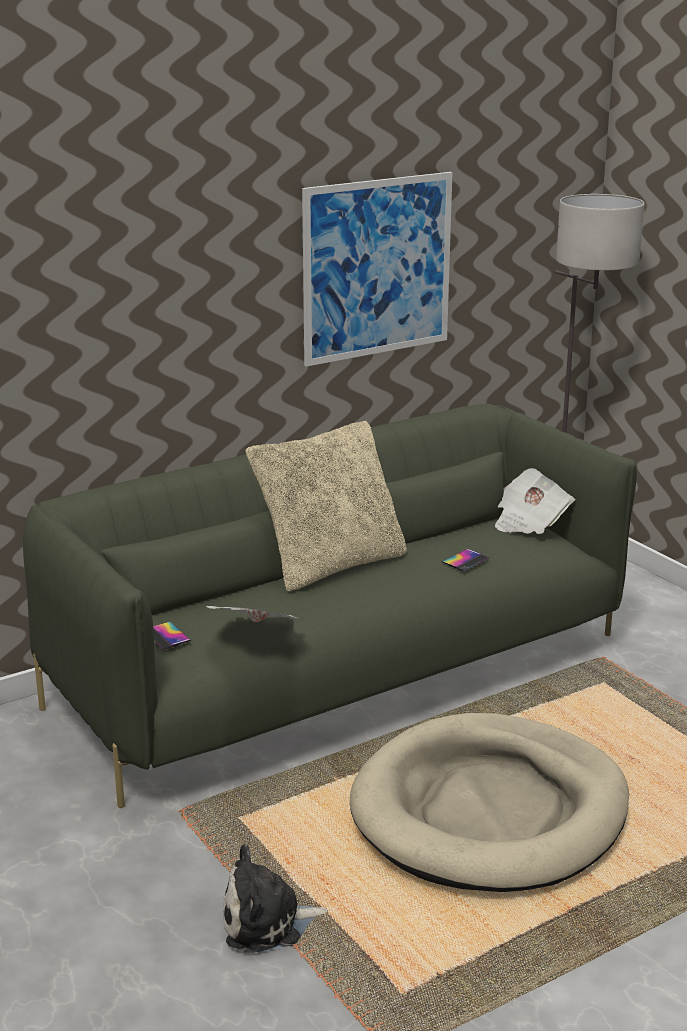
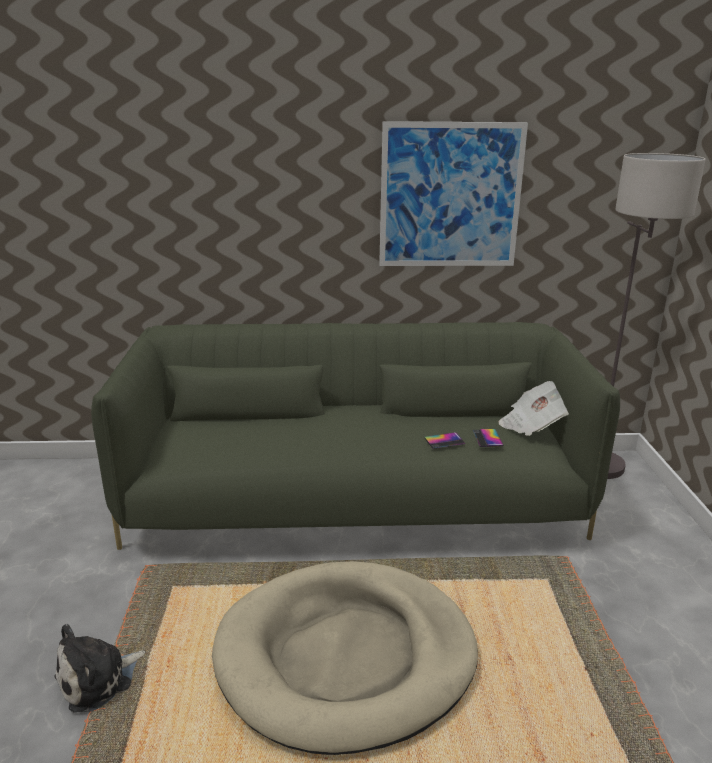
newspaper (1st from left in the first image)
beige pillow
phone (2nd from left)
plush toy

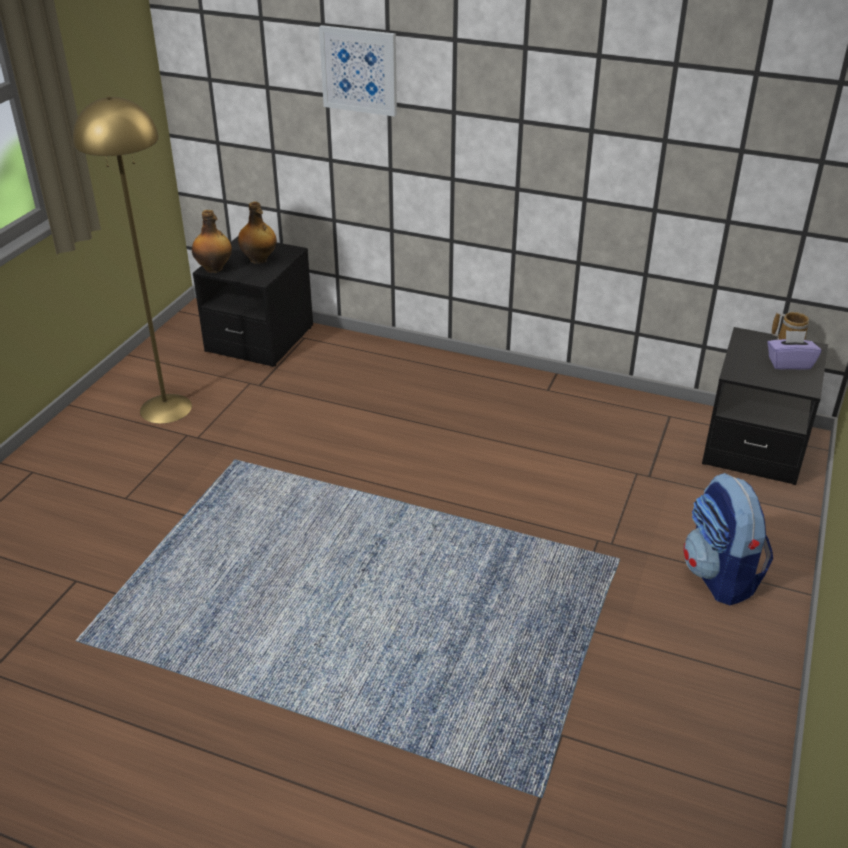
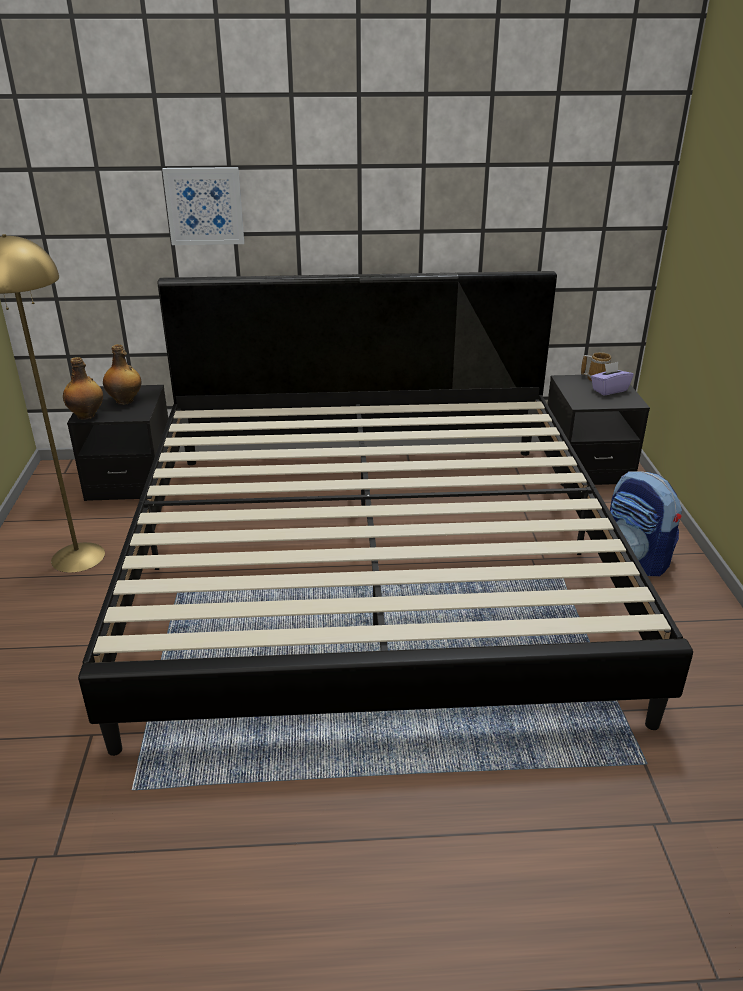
bed

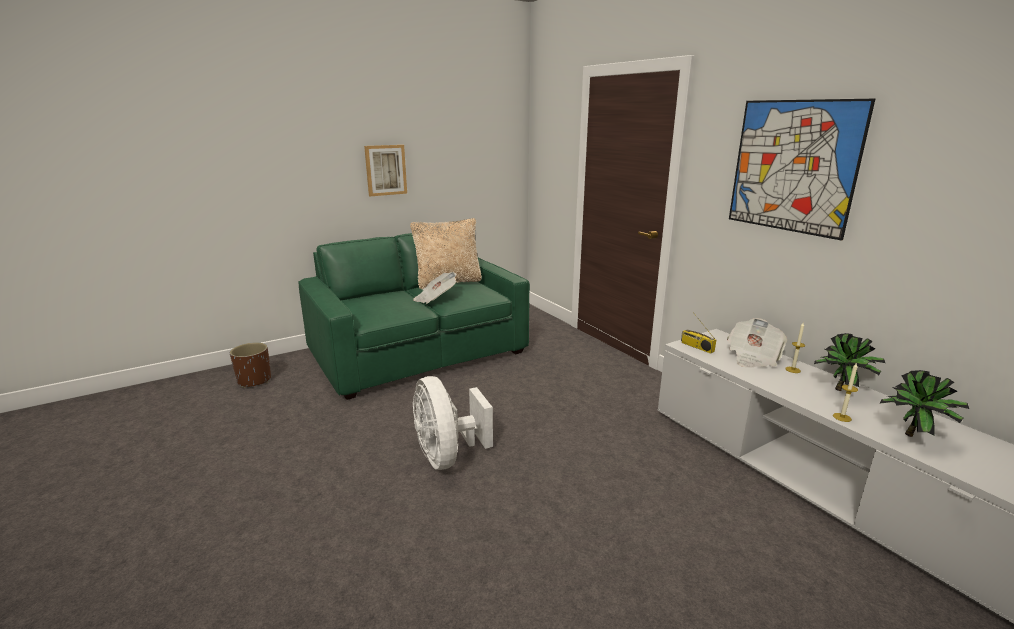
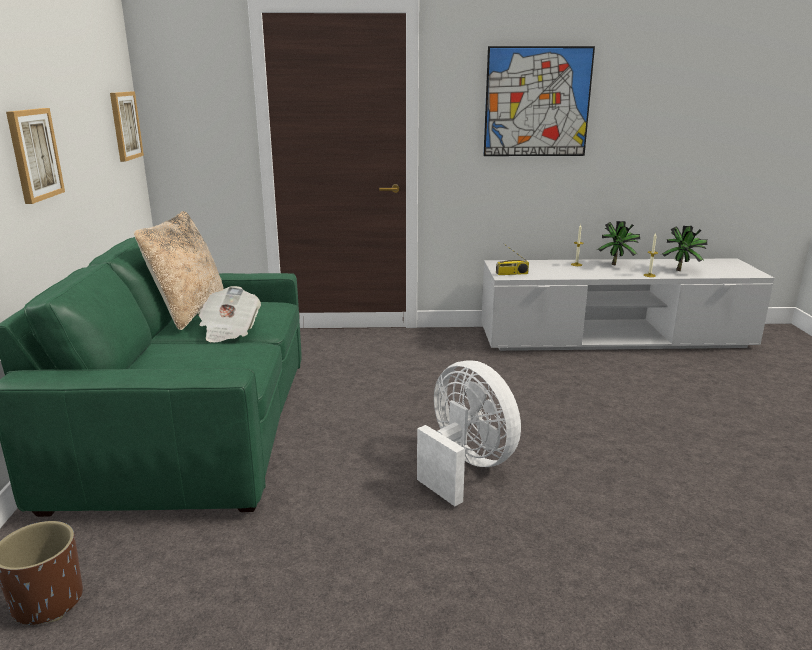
newspaper (2nd from left in the first image)
picture (2nd from left)
white fan

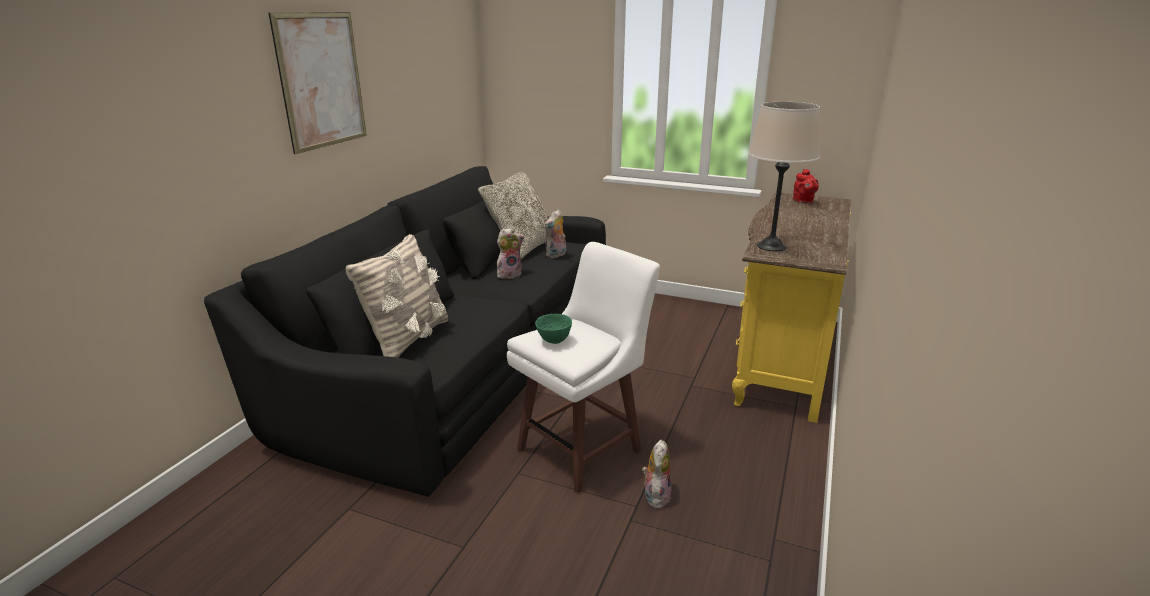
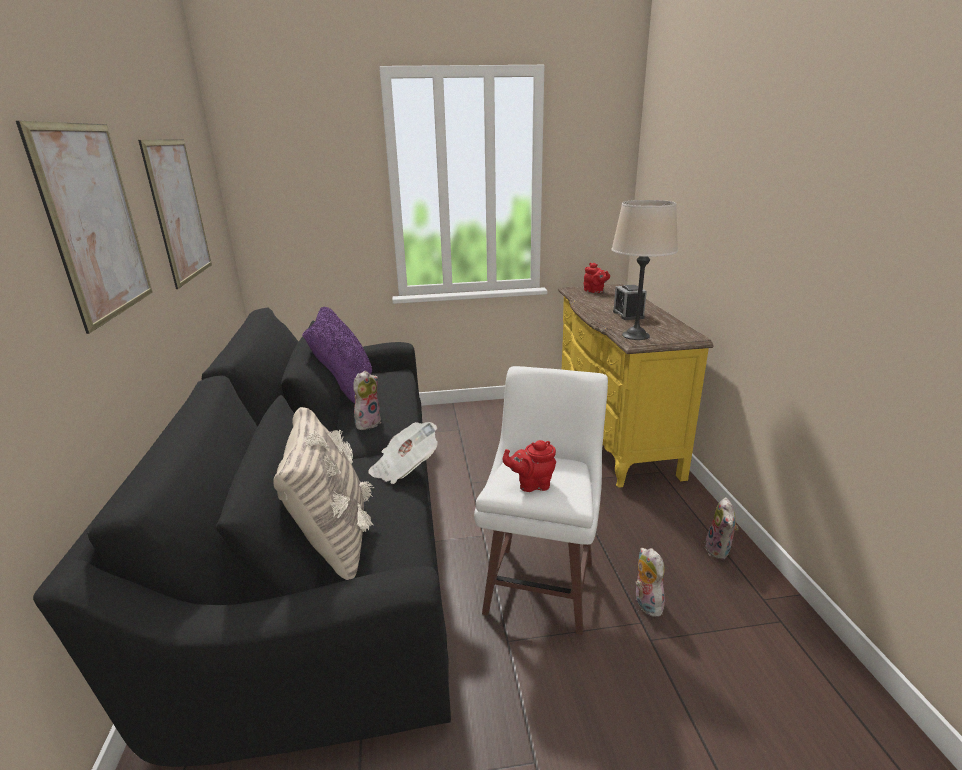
picture (2nd from left)
newspaper
alarm clock
plush toy (3rd from left)
red teapot (1st from left)
purple pillow

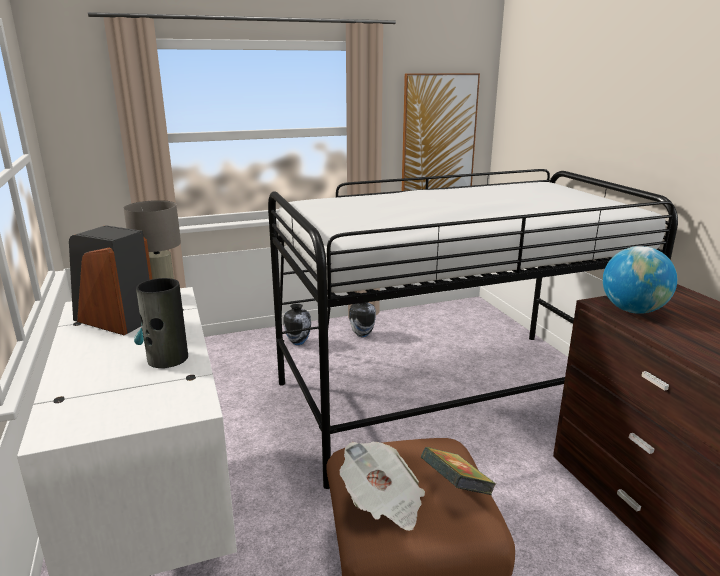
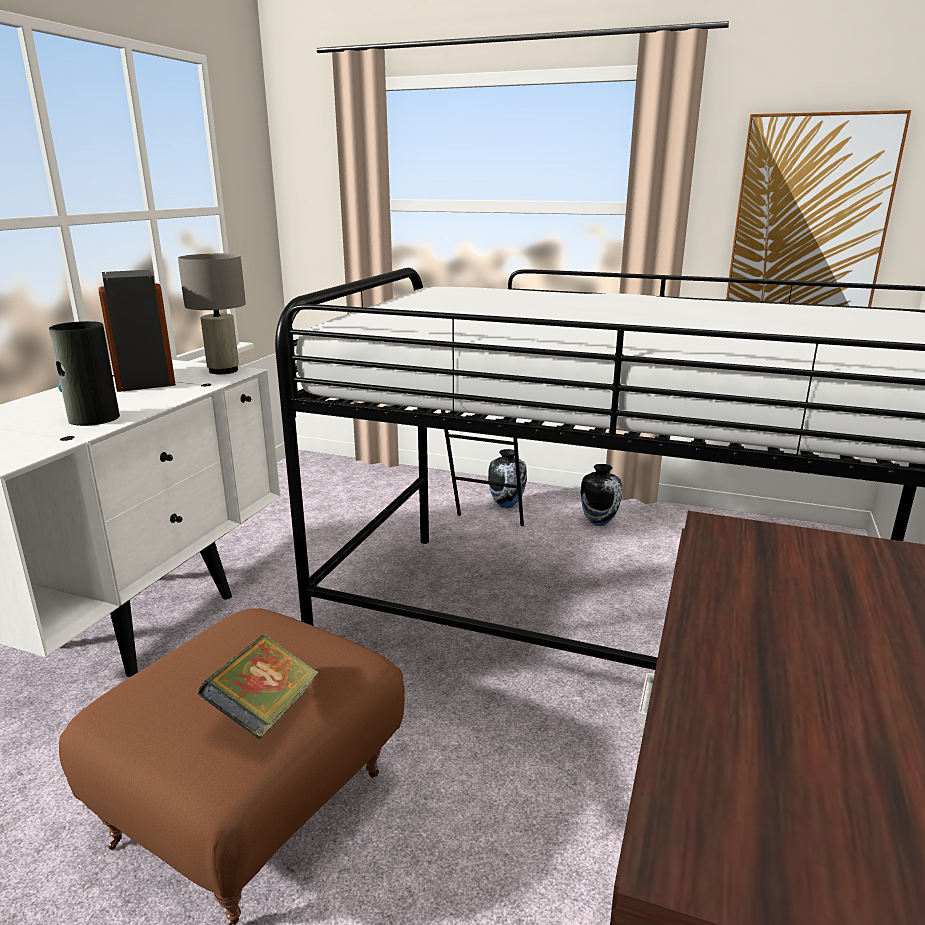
newspaper
globe

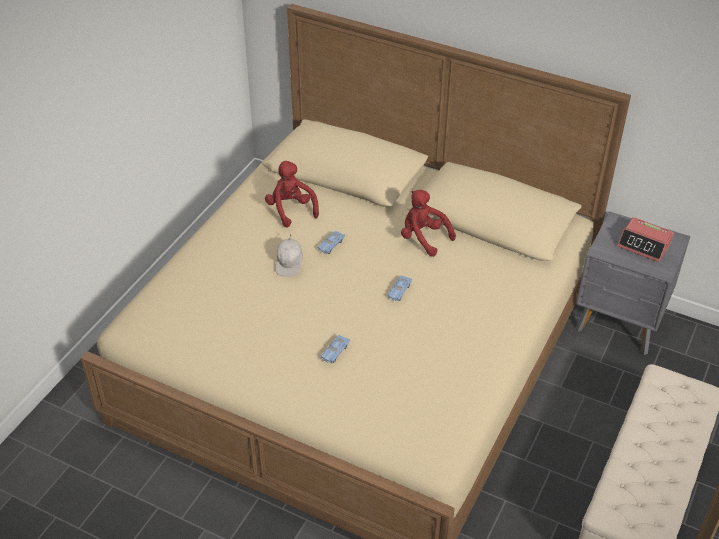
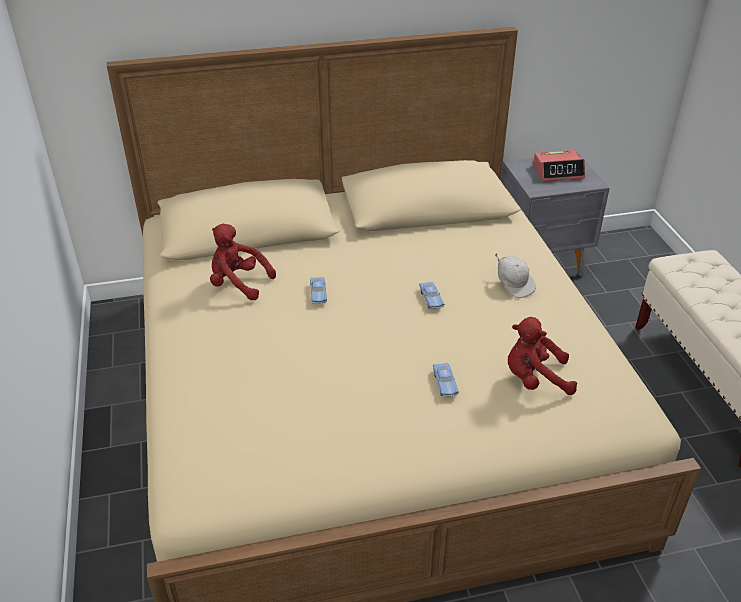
white cap
red plush toy (2nd from left)

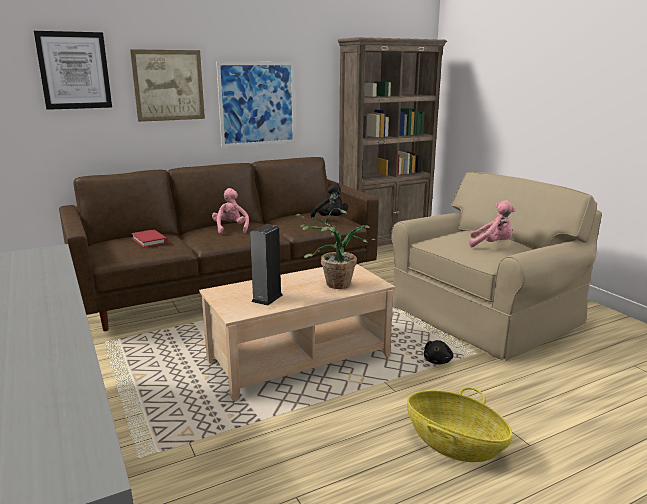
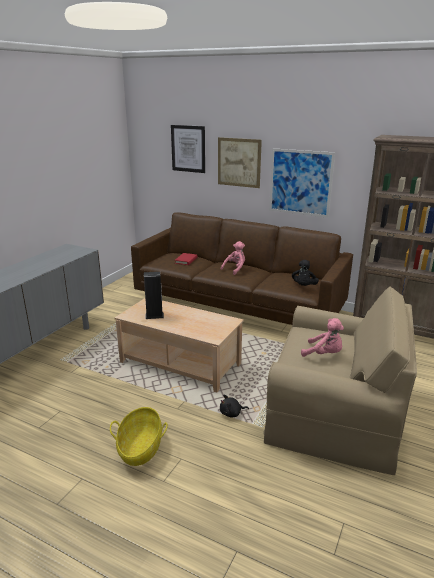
potted plant
pink plush toy (2nd from left)

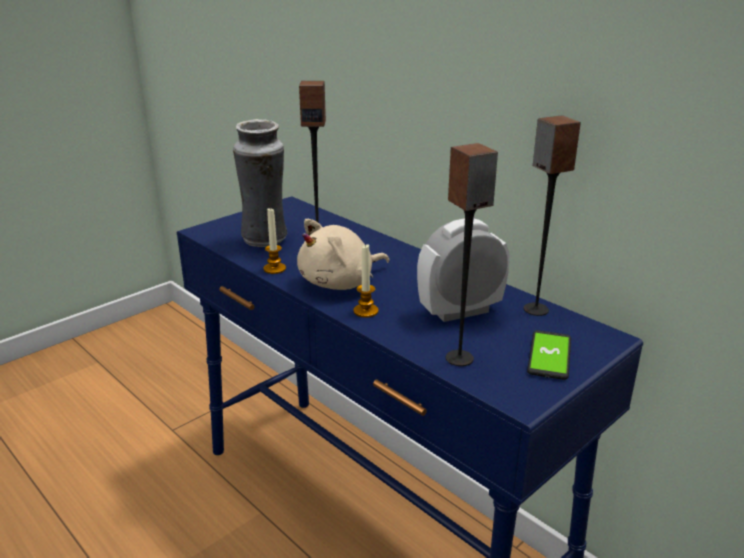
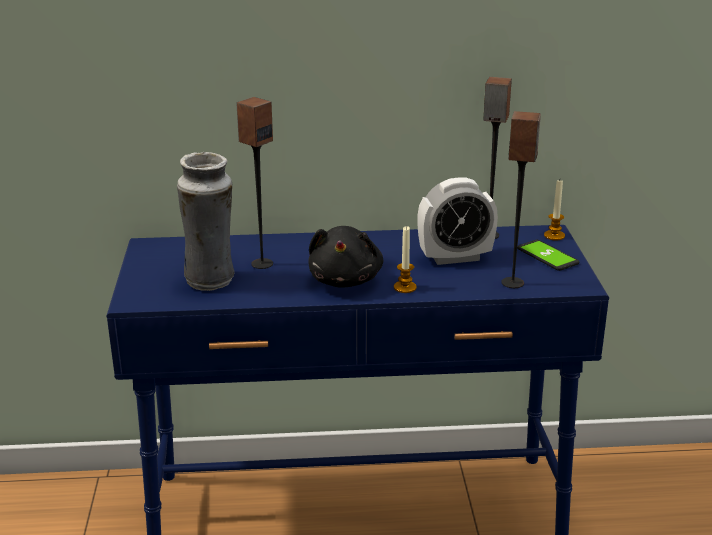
candle (2nd from left)
black plush toy
alarm clock

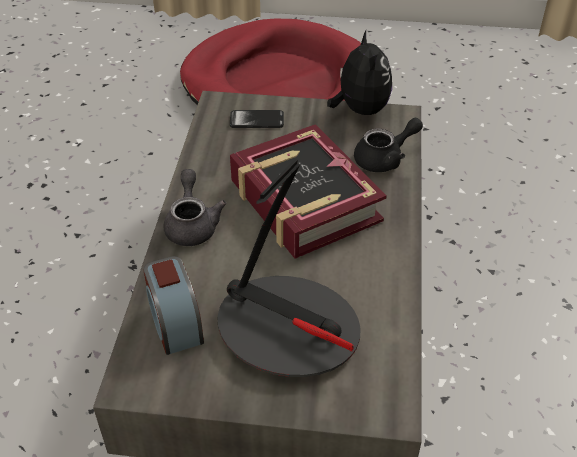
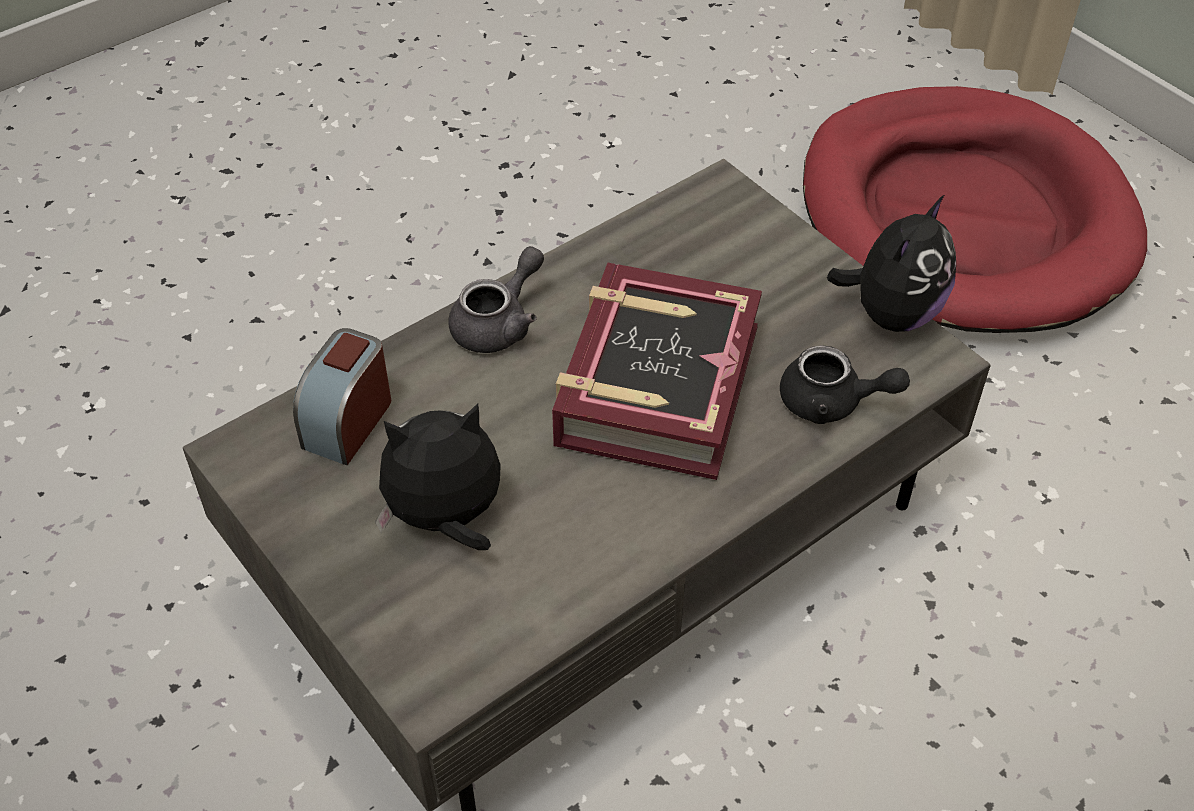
phone
plush toy (1st from left)

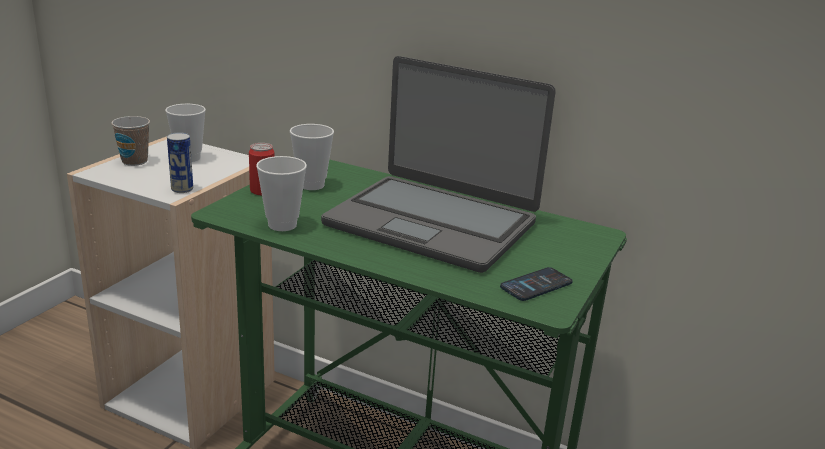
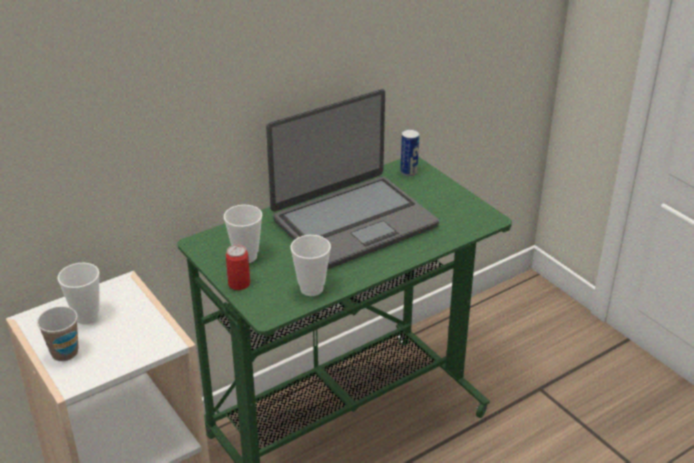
phone
can (2nd from left)

